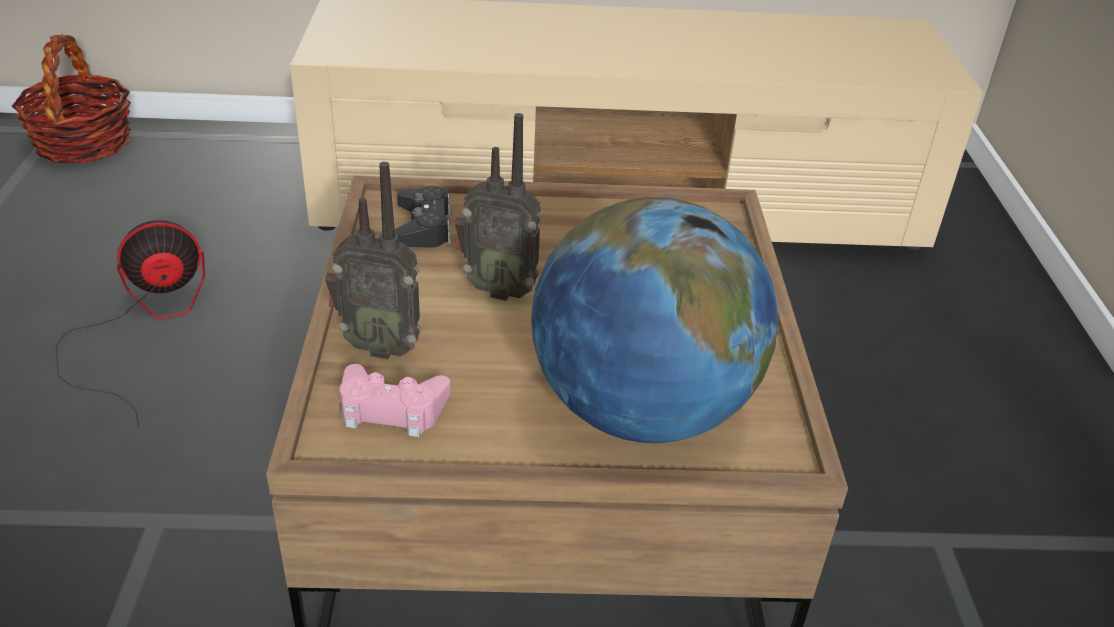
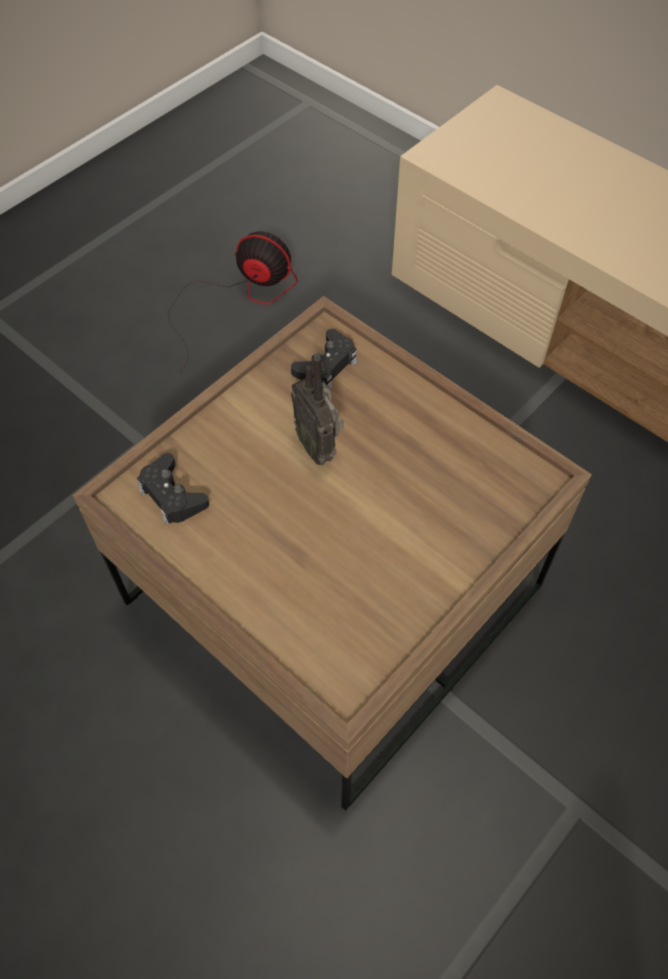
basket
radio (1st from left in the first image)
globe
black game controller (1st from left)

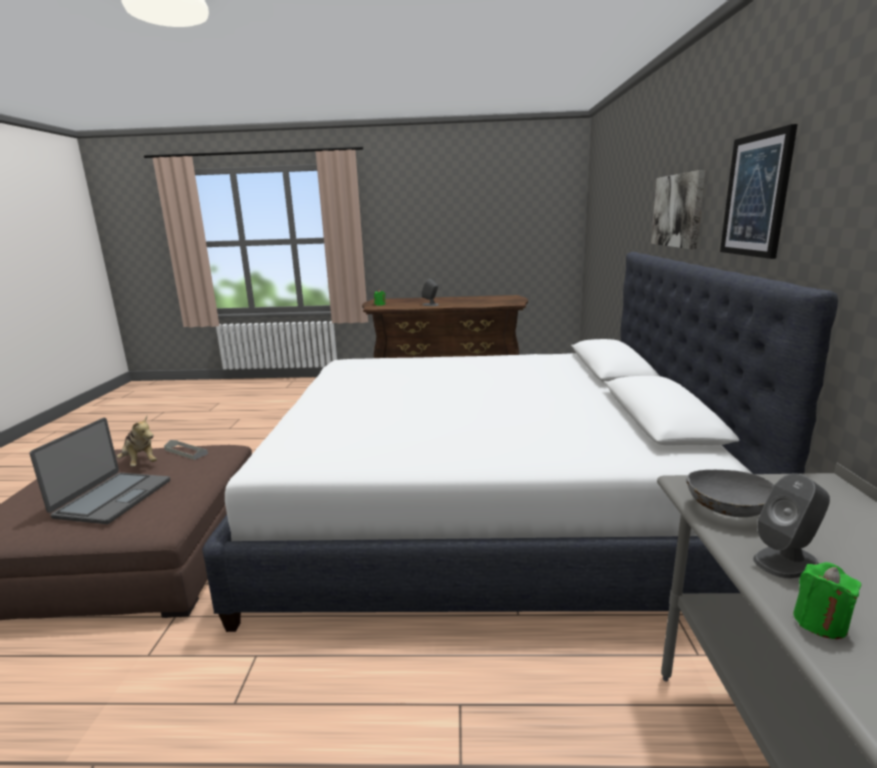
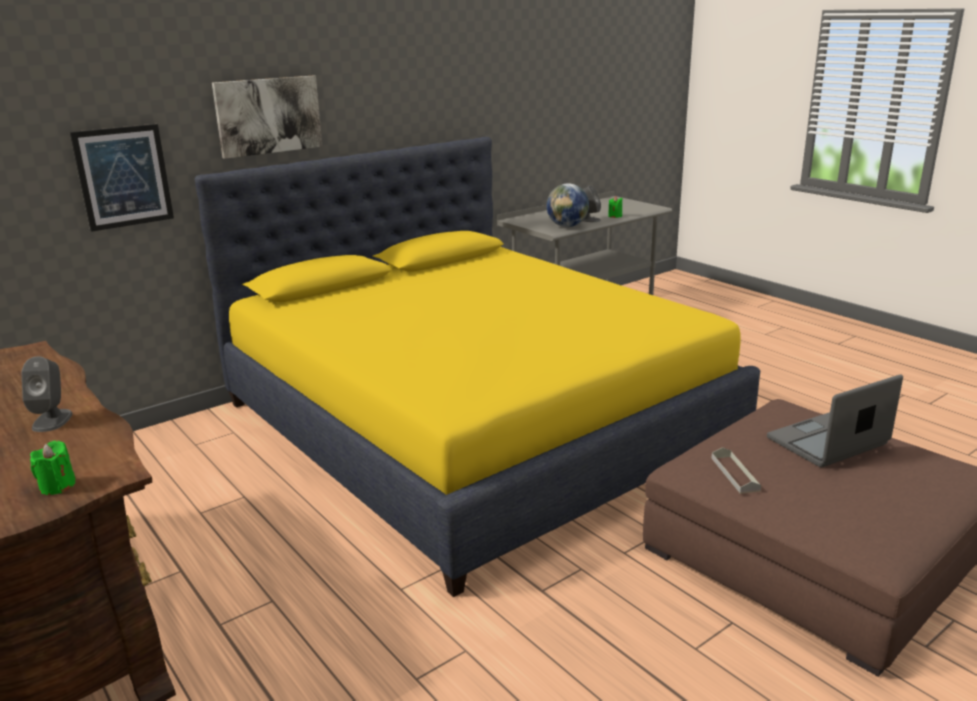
plush toy
picture (1st from left)
globe
yellow bed

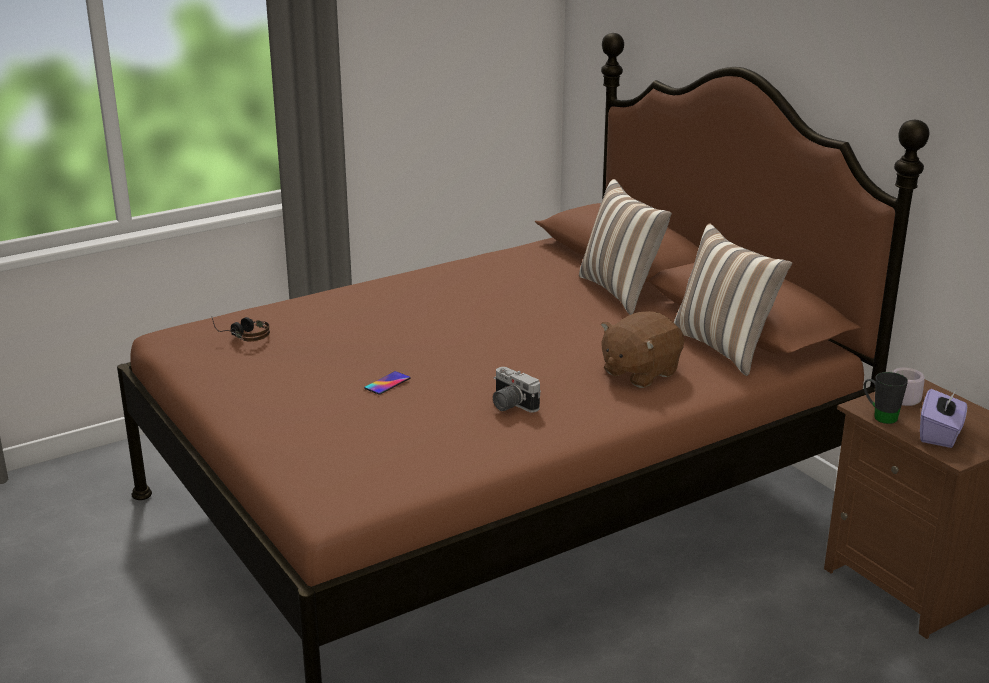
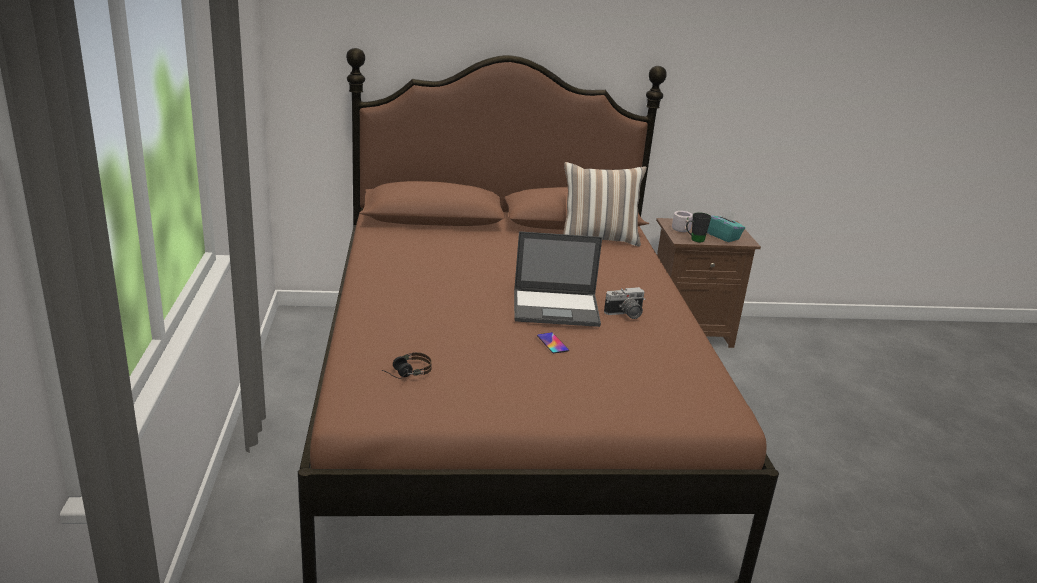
pillow (1st from left in the first image)
brown plush toy
laptop
turquoise tissue box

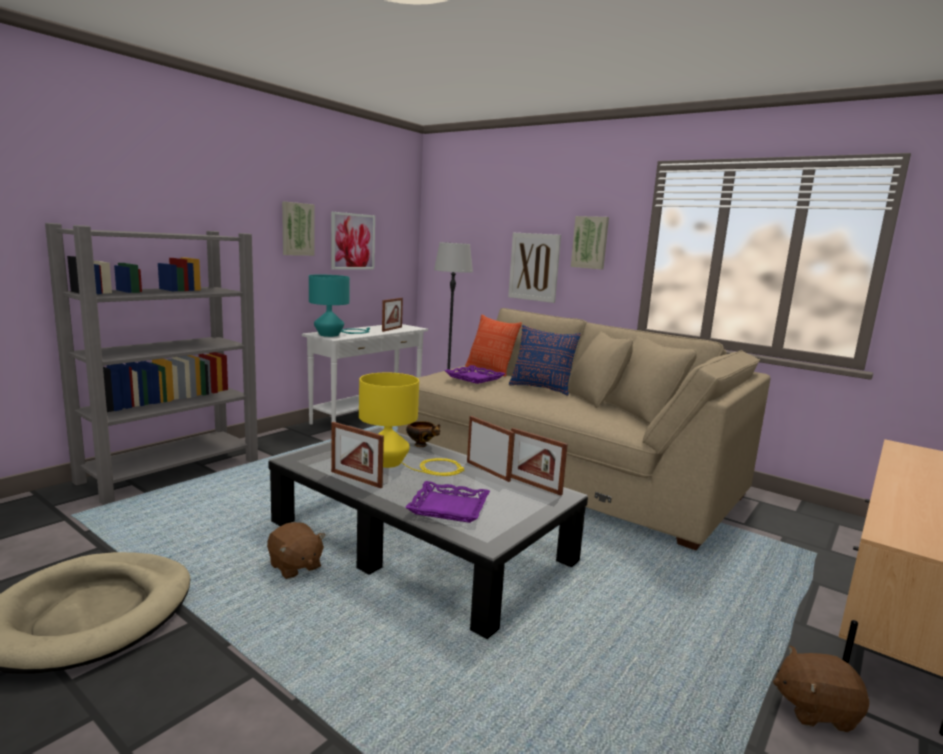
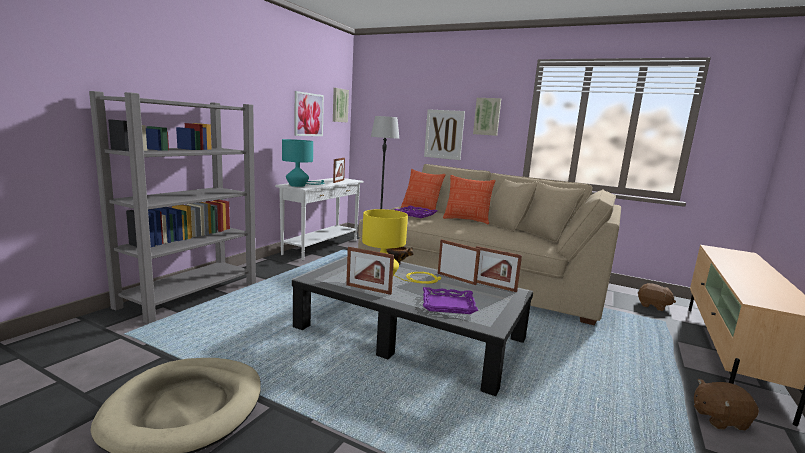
brown plush toy (1st from left)
picture (2nd from left)
orange pillow (2nd from left)

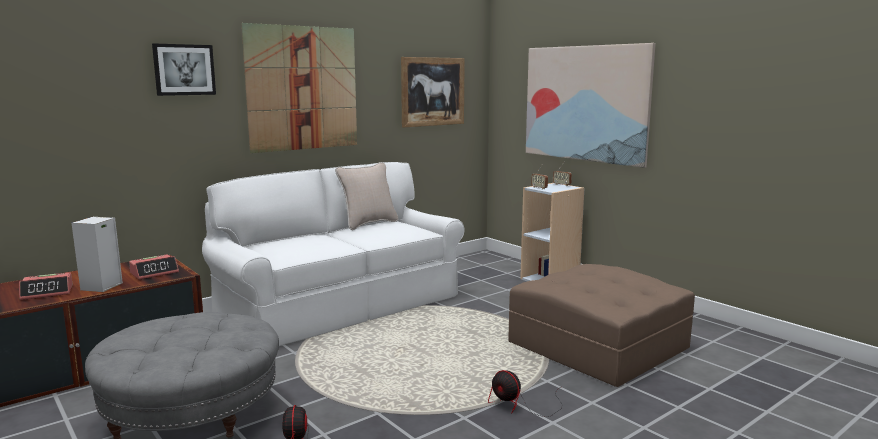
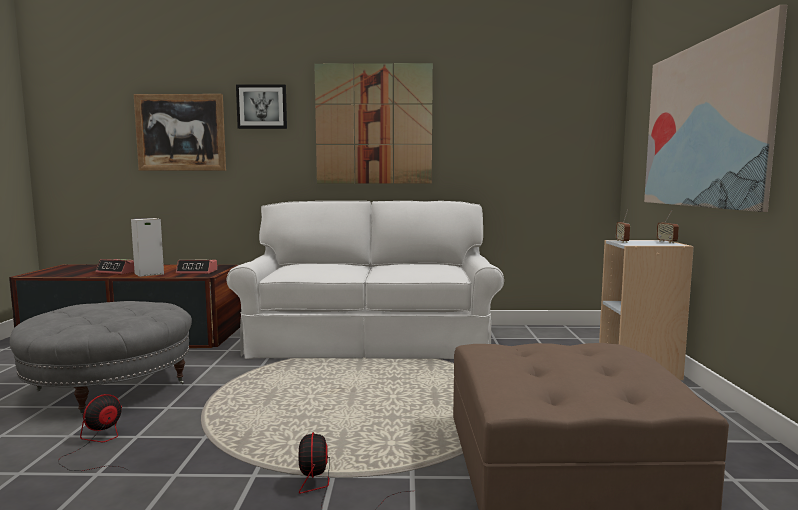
beige pillow
picture (1st from left)

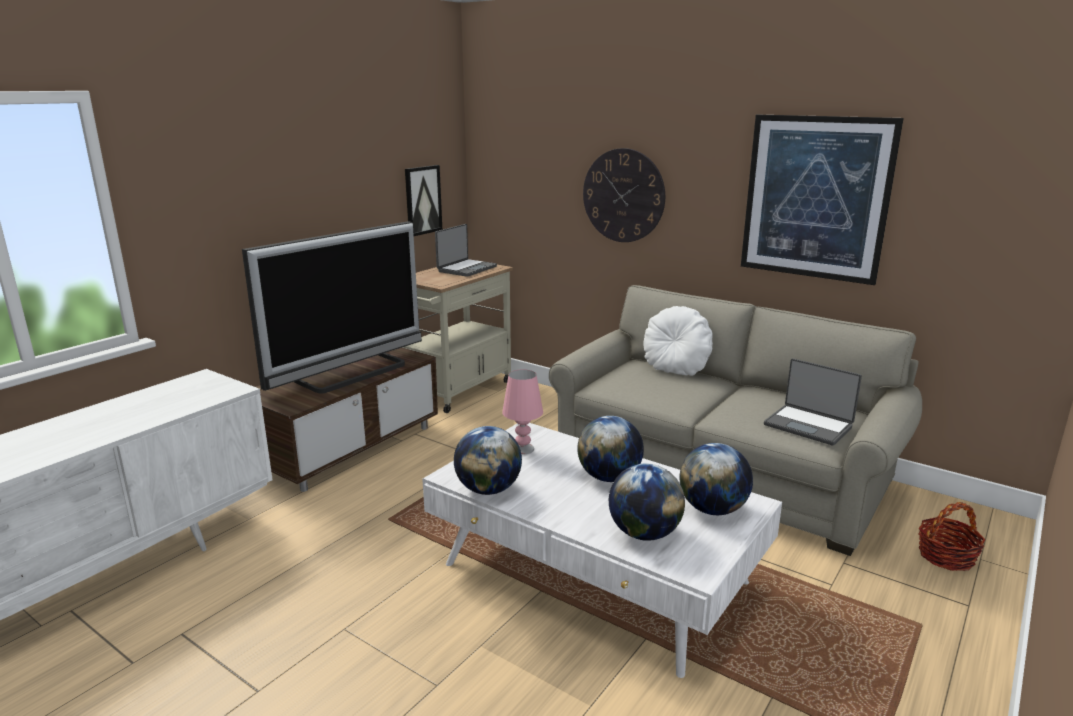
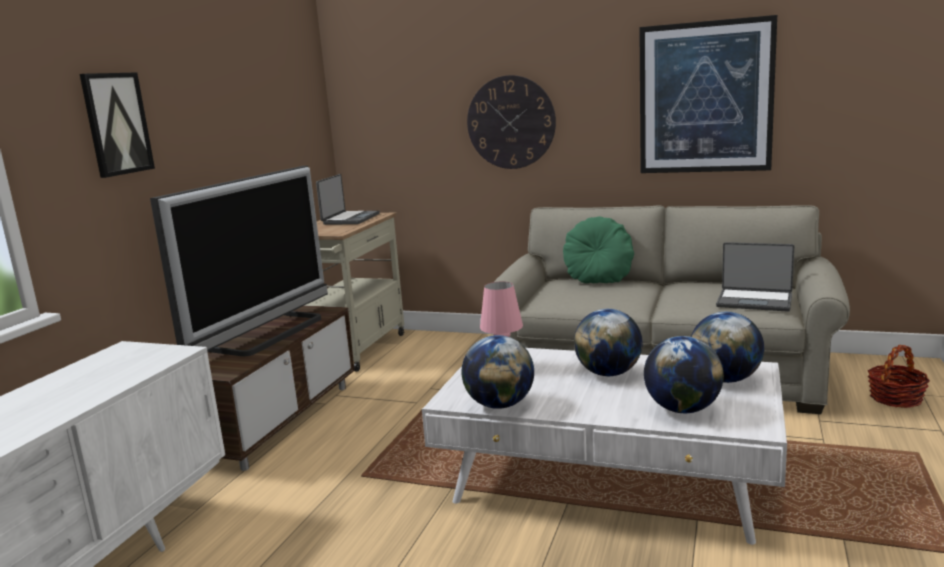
picture (1st from left)
green pillow

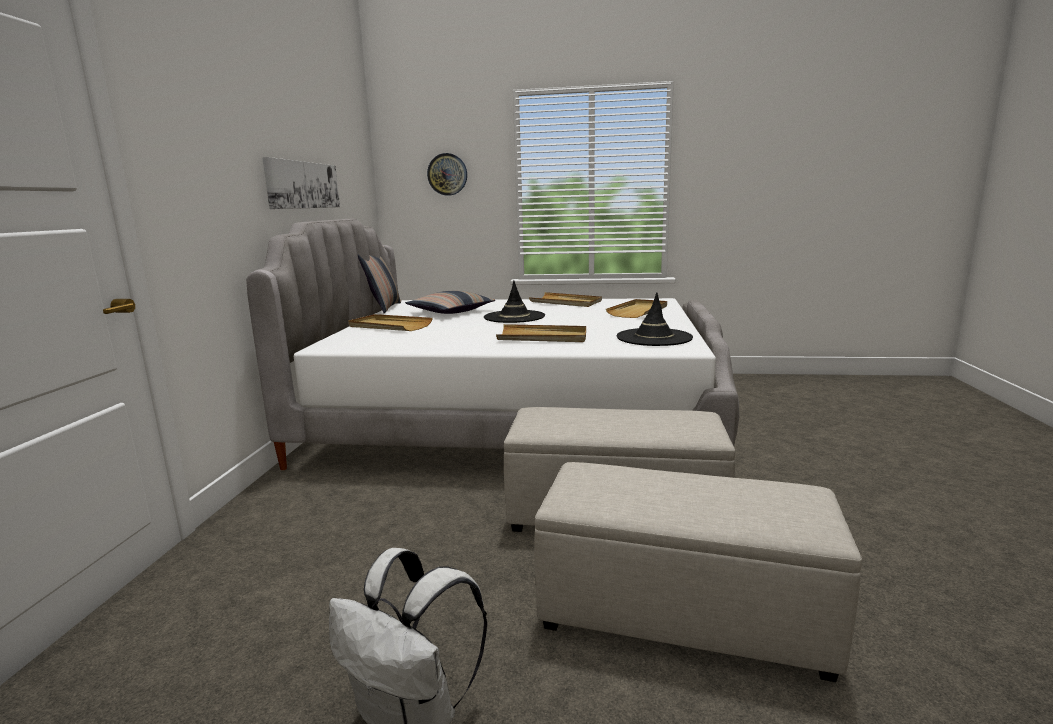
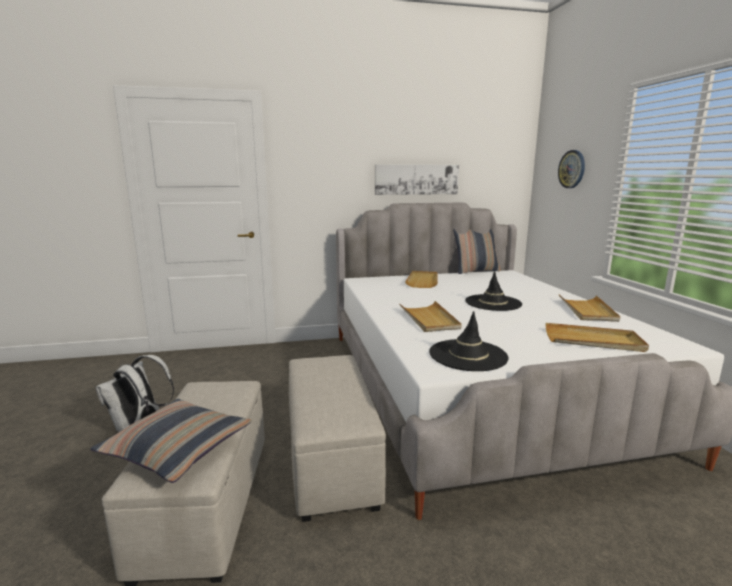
pillow (1st from left)

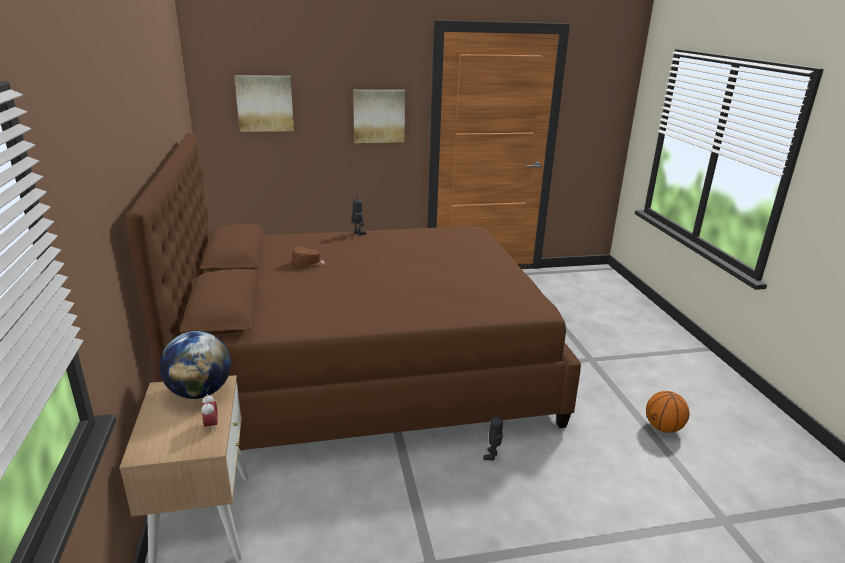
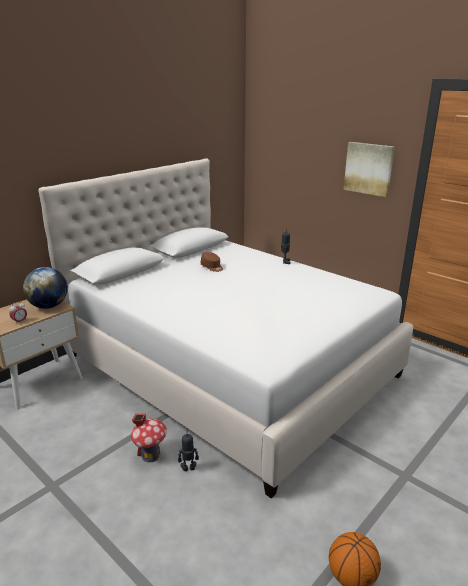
picture (1st from left in the first image)
toy house
white bed

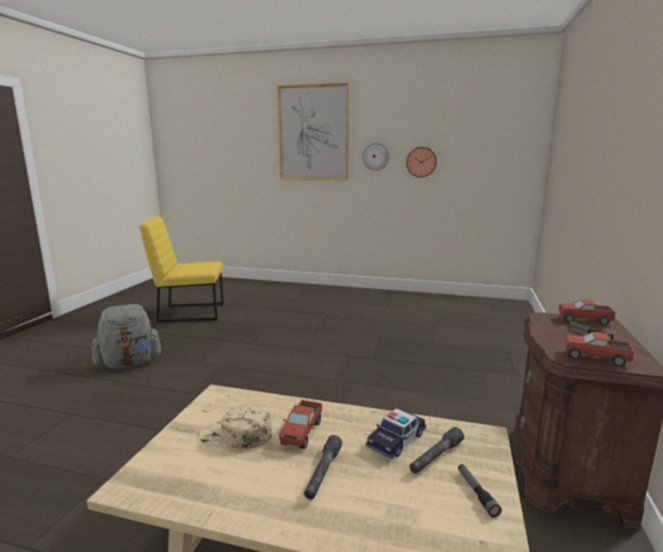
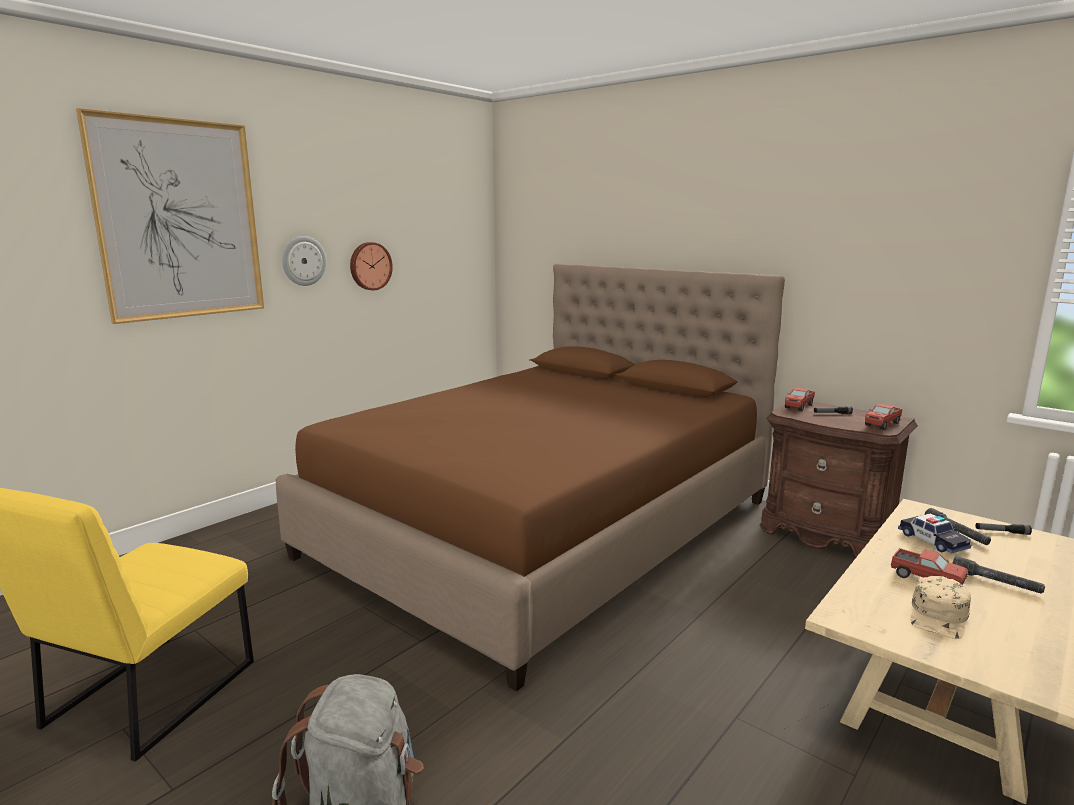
brown bed

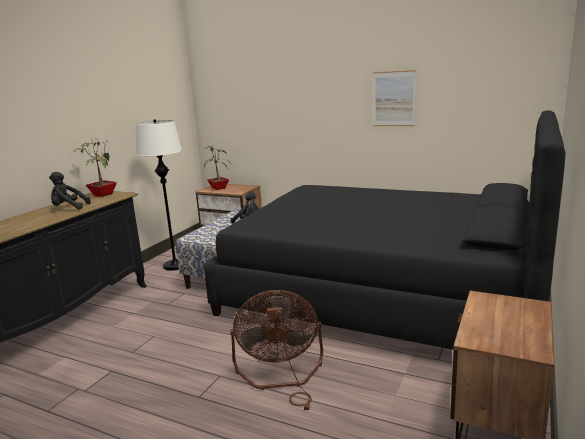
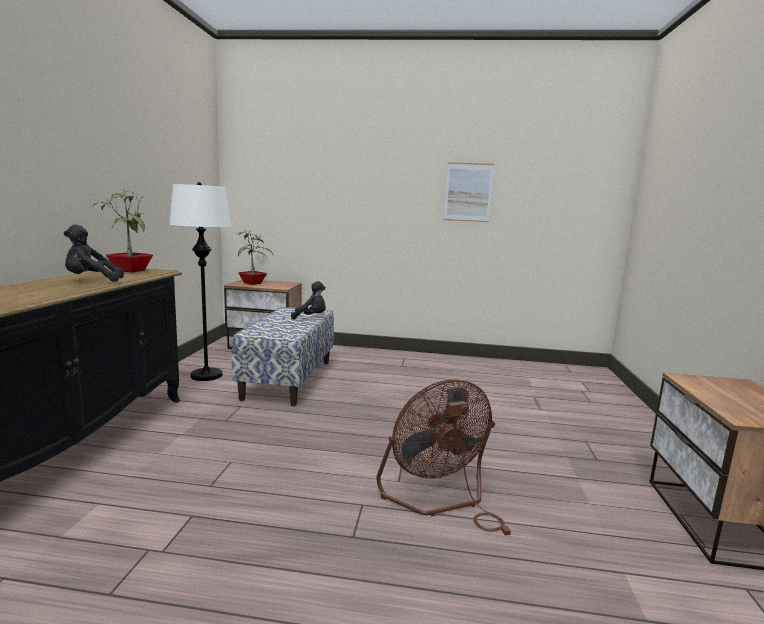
black bed

